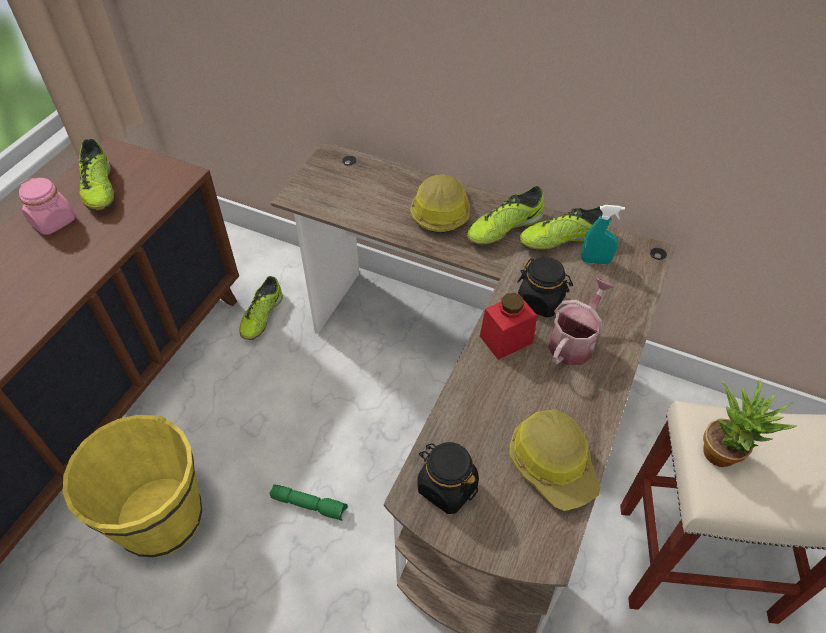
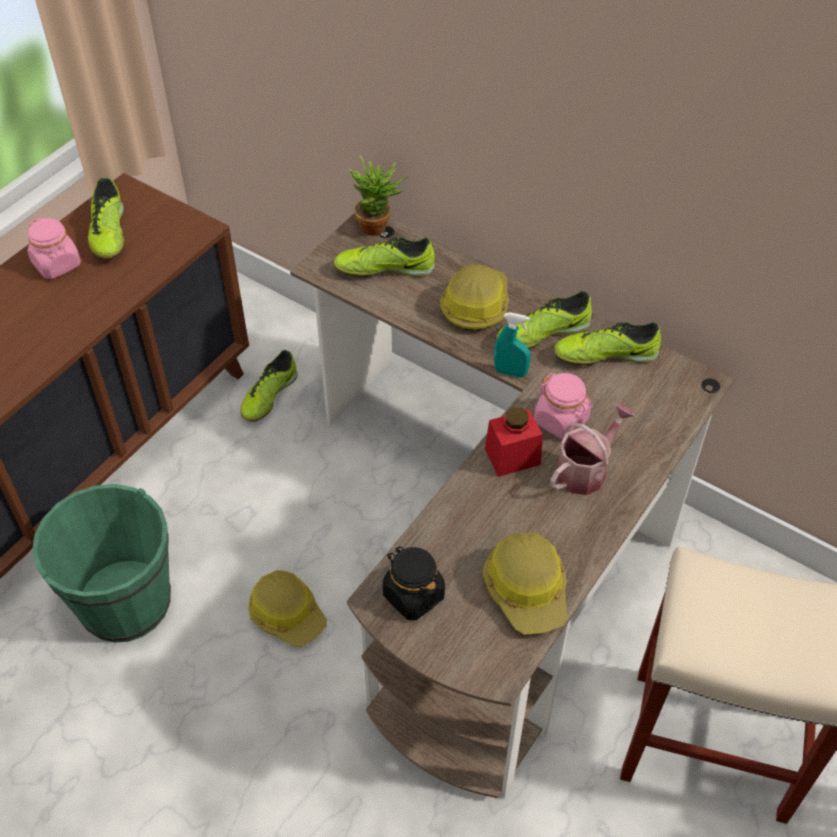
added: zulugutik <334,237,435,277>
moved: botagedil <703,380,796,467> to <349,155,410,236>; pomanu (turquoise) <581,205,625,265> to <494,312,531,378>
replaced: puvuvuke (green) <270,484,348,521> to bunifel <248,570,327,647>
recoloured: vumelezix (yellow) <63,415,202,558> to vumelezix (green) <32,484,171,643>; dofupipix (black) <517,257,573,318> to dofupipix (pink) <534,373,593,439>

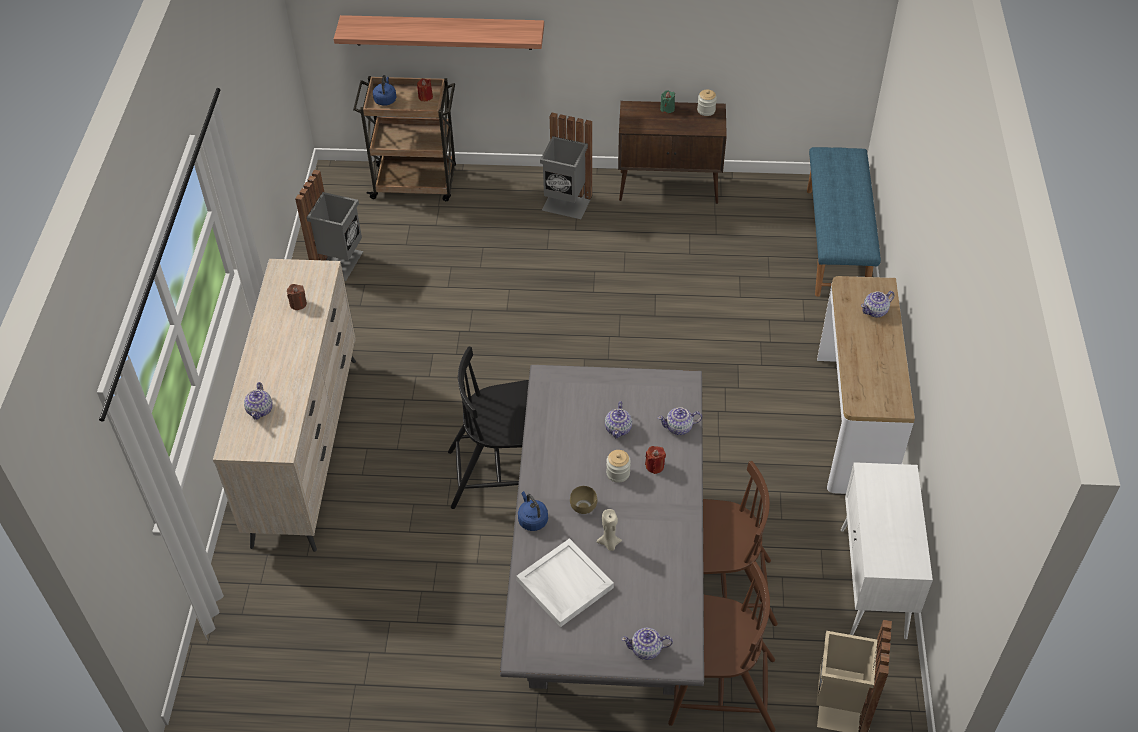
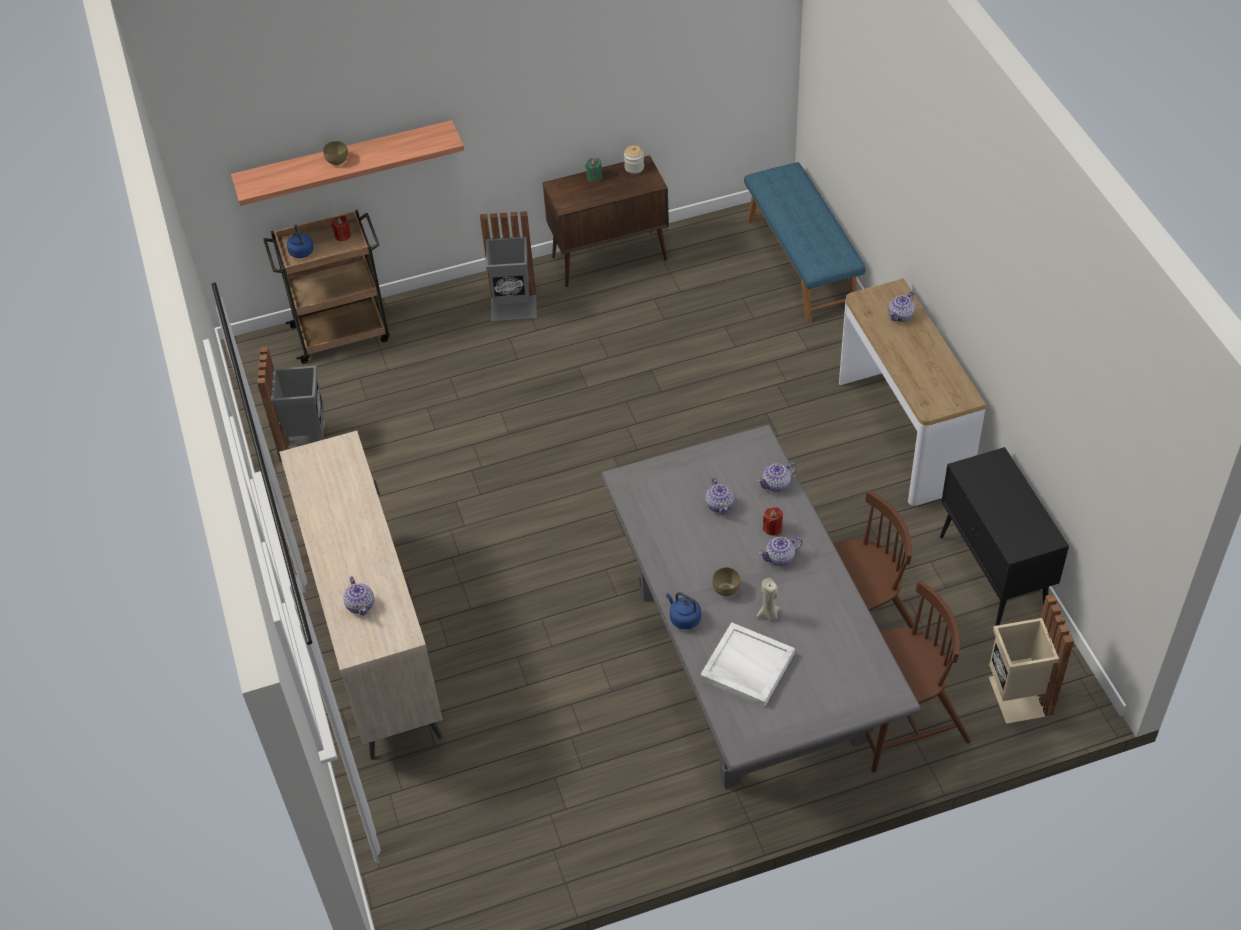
removed: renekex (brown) <287,284,307,310>; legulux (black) <448,346,529,509>; dofupipix <606,450,631,483>
added: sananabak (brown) <323,141,348,165>
moved: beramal <621,628,673,660> to <759,537,802,566>
recoloured: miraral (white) <841,462,933,639> to miraral (black) <940,447,1069,626>

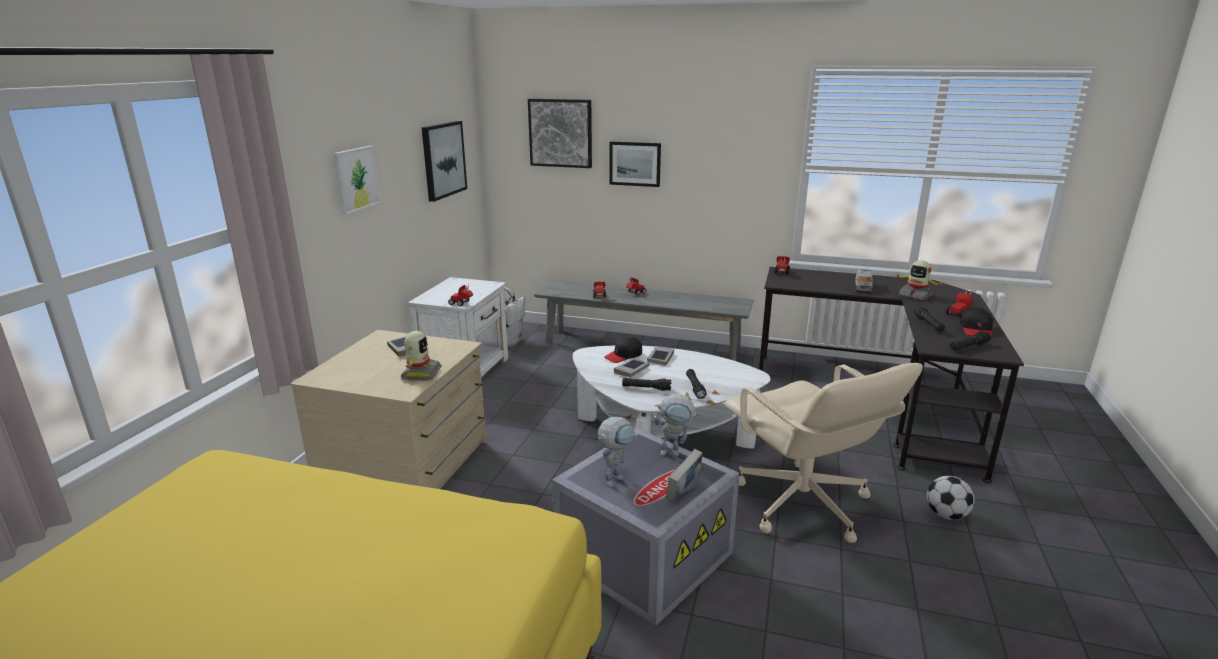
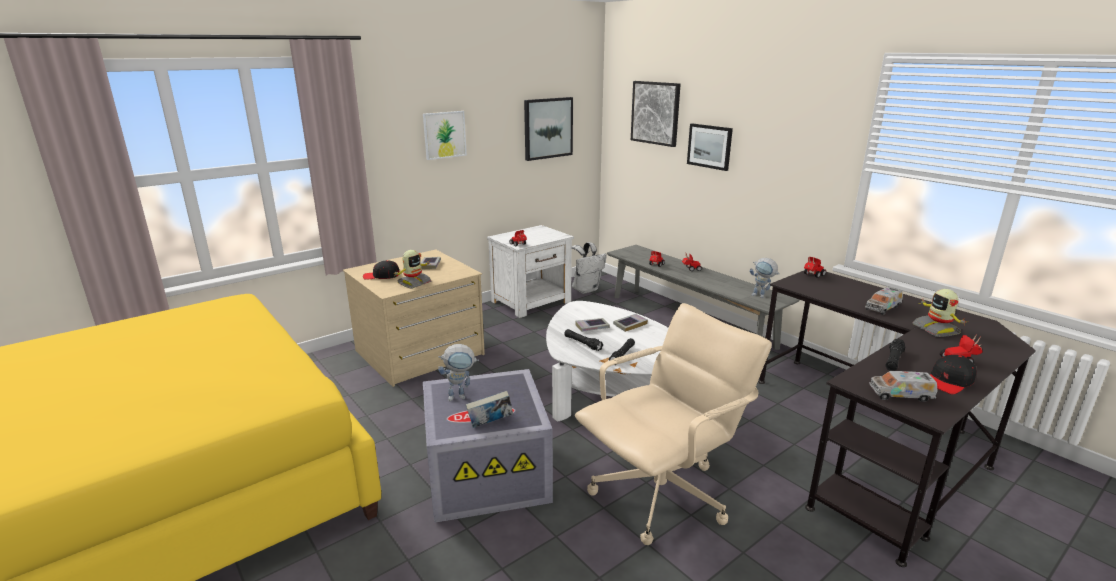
removed: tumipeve <927,476,975,520>
moved: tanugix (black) <604,337,642,363> to <363,260,399,280>; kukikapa <653,394,699,456> to <750,258,780,298>
replaced: puvuvuke (black) <950,331,991,351> to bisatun <870,371,937,402>
turned: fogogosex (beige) <725,363,923,543> = <575,303,772,545> 135 degrees counterclockwise

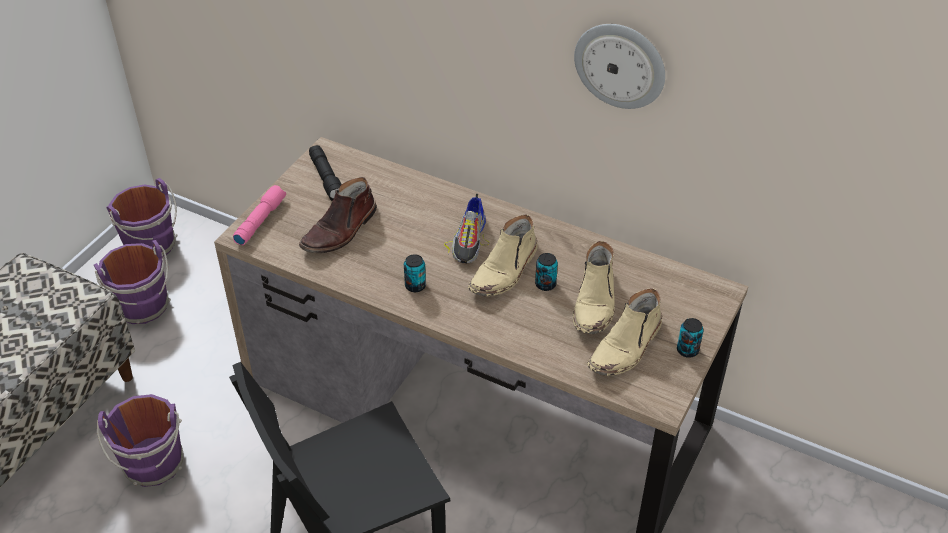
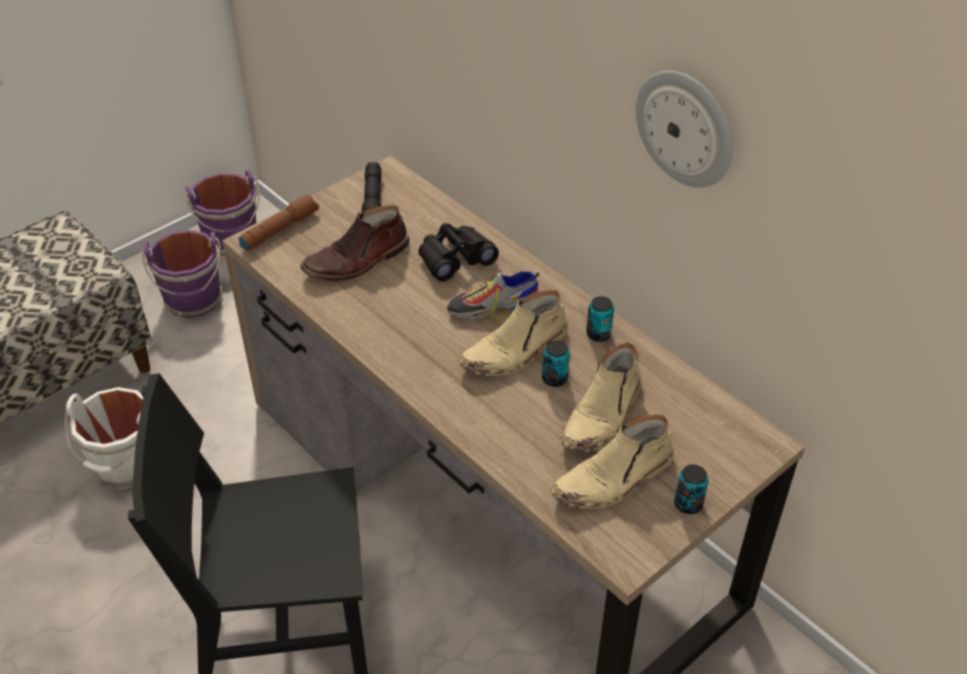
added: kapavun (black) <418,223,499,281>
moved: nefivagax <404,254,426,292> to <586,296,614,342>
recoloured: vumelezix (purple) <97,394,184,487> to vumelezix (white) <65,387,143,489>; puvuvuke (pink) <233,185,286,245> to puvuvuke (brown) <238,195,319,251>
turned: zulugutik <444,194,490,263> = <447,271,540,323> 45 degrees clockwise

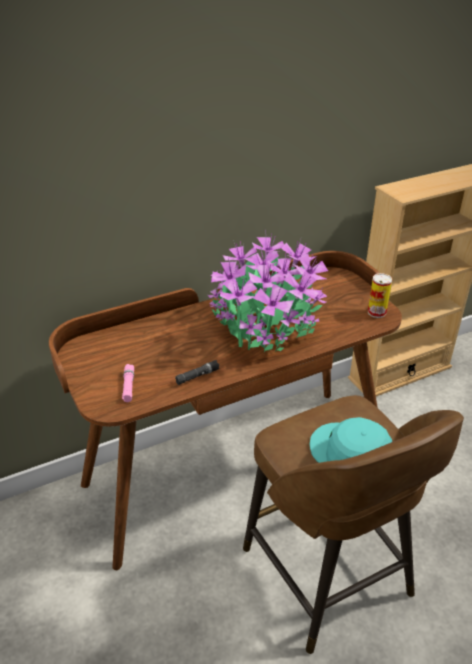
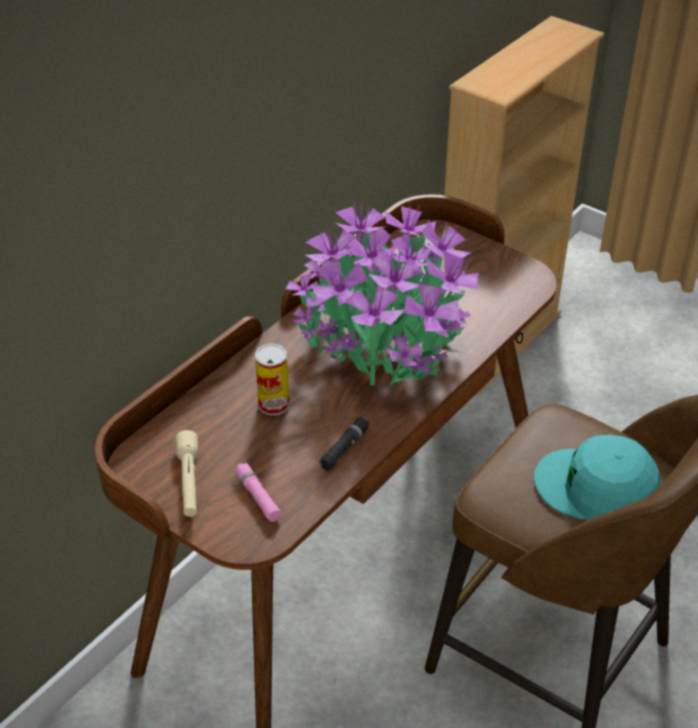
added: puvuvuke (beige) <175,430,198,517>
moved: nefivagax <368,273,392,318> to <255,344,289,416>

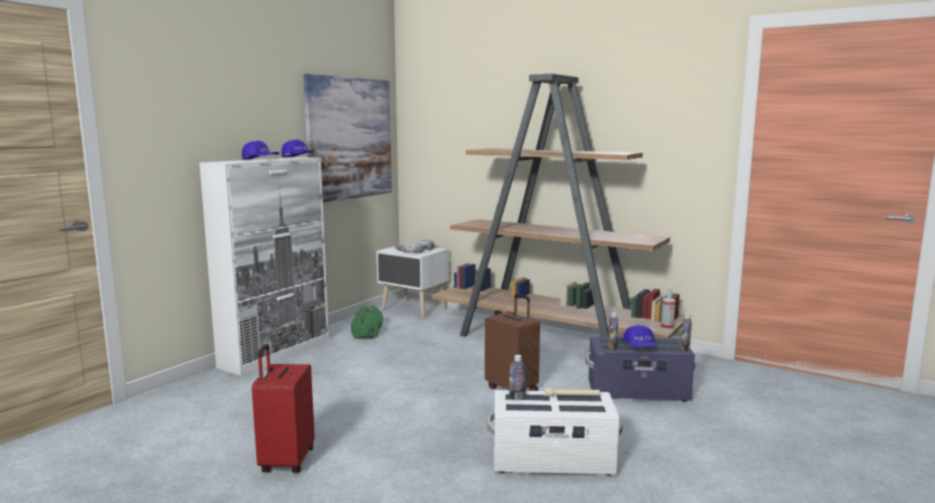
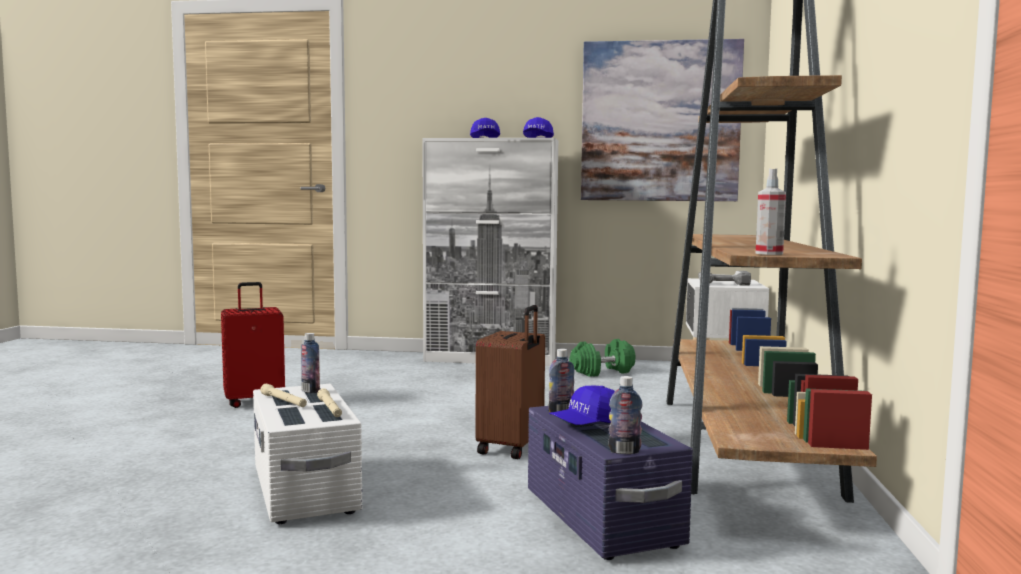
added: puvuvuke (beige) <260,384,307,407>
moved: pomanu <661,288,676,330> to <756,168,786,255>

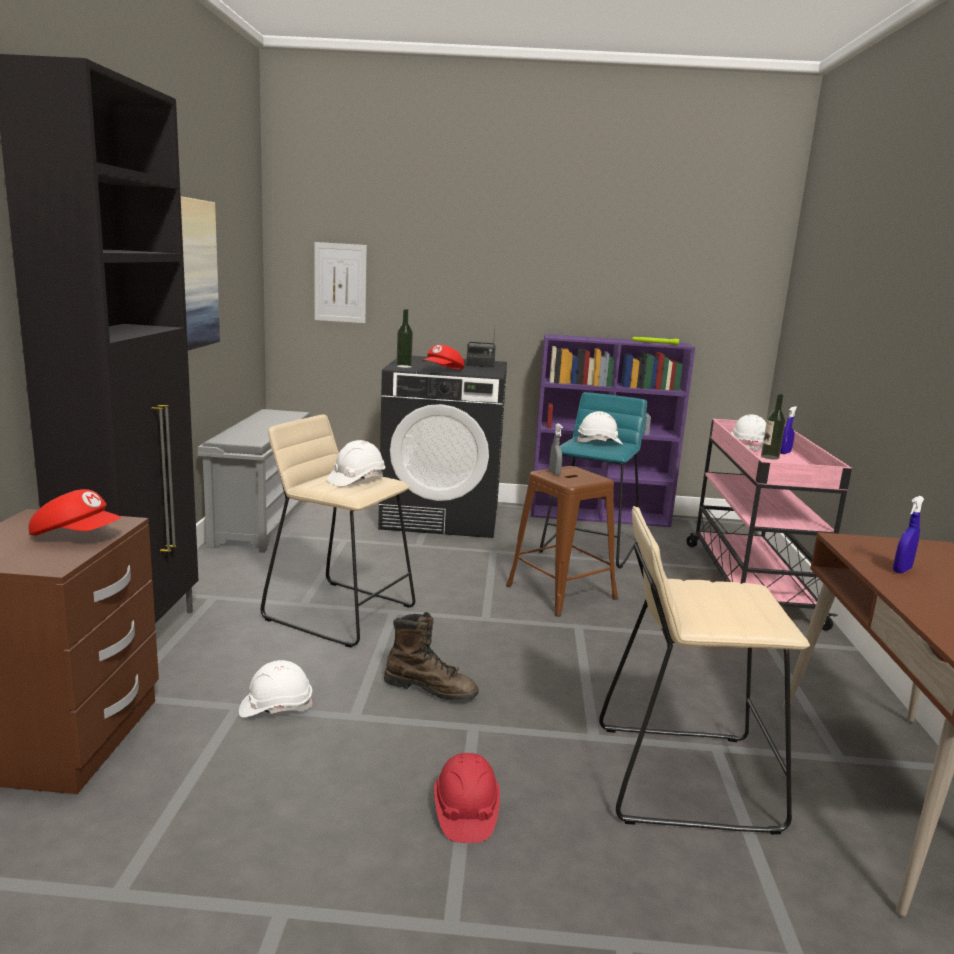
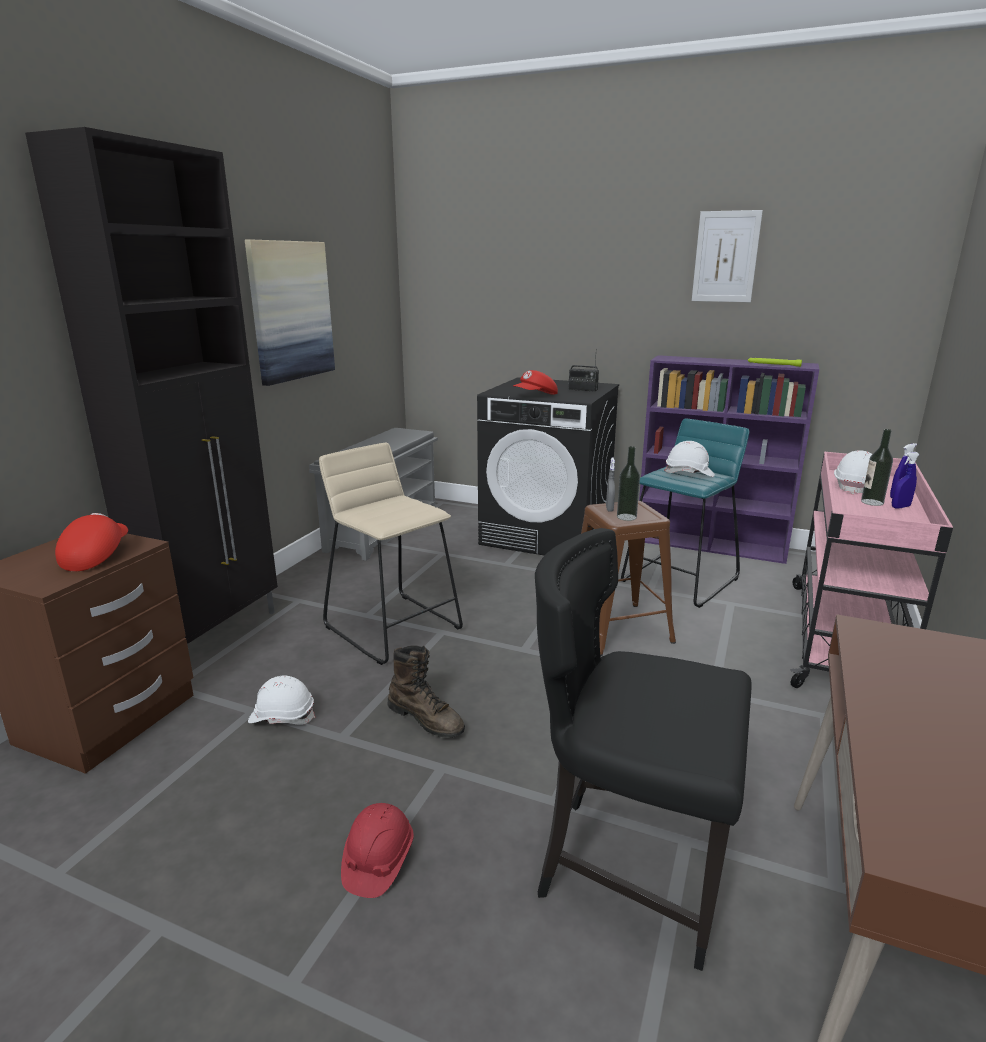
removed: bunifel (white) <327,440,385,487>
moved: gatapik <396,309,413,368> to <617,446,640,521>; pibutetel <314,242,367,323> to <692,210,763,302>; pomanu (blue) <893,496,924,573> to <892,452,920,509>
replaced: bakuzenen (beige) <599,506,810,835> to legulux (black) <535,528,751,971>
turned: tanugix (red) <29,489,122,536> = <55,513,128,571> 120 degrees counterclockwise

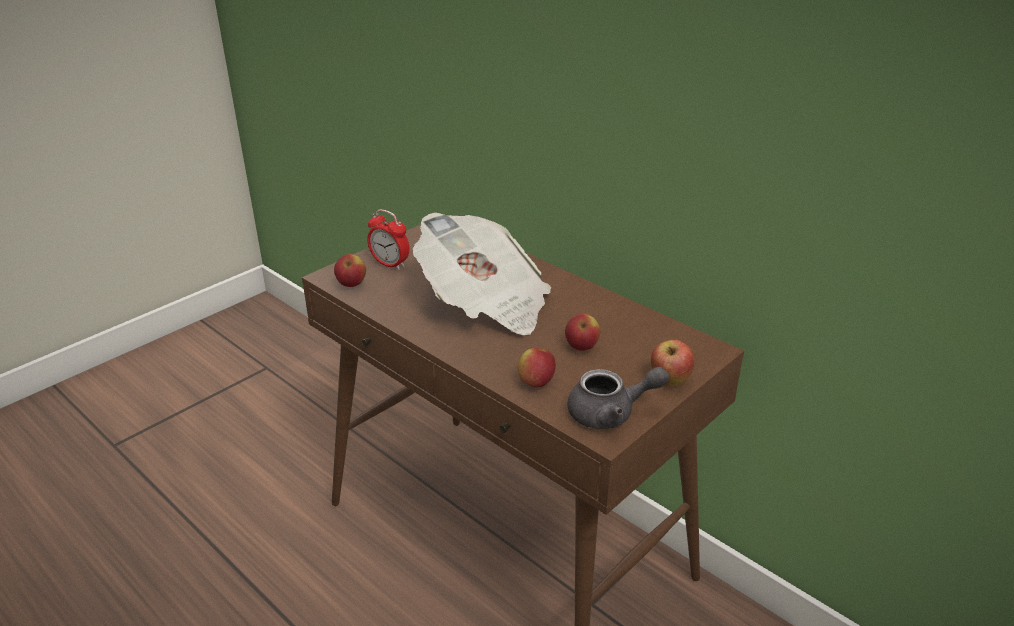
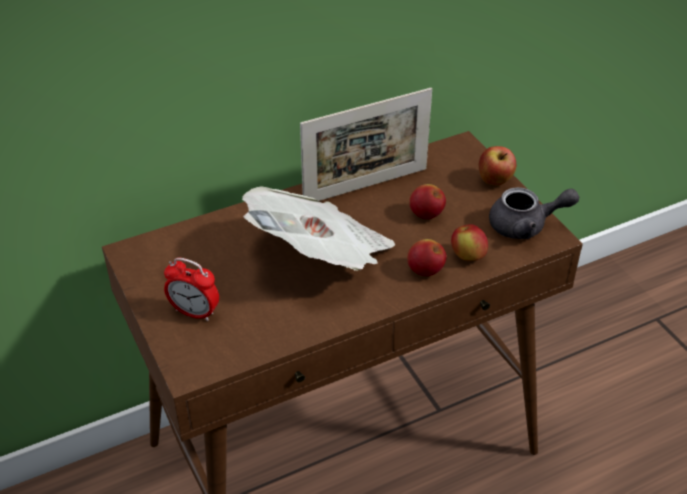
added: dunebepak <300,88,432,201>
moved: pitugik <334,254,366,287> to <407,239,447,276>
turned: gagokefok <367,209,409,270> = <164,258,219,321> 60 degrees clockwise; beramal (grey) <568,367,669,429> = <489,187,579,239> 75 degrees clockwise

